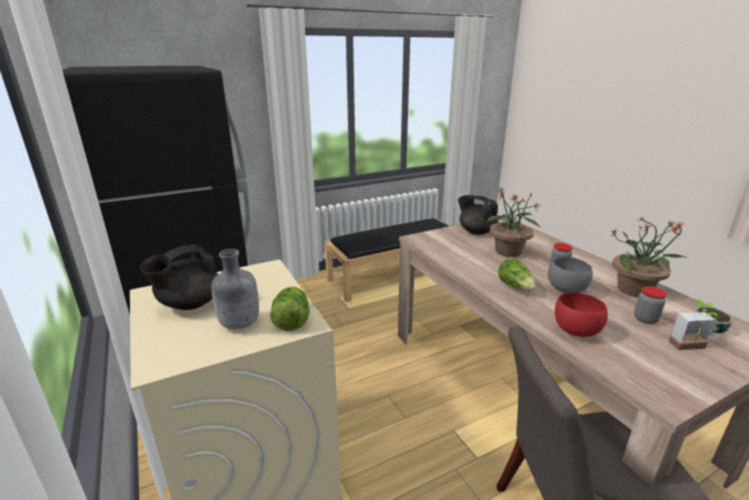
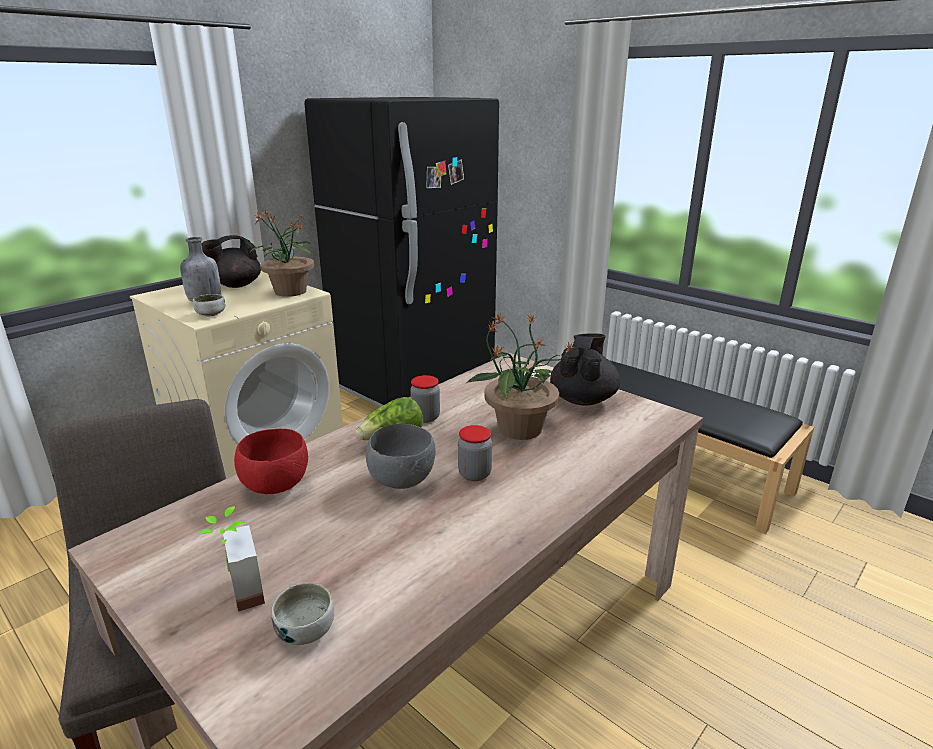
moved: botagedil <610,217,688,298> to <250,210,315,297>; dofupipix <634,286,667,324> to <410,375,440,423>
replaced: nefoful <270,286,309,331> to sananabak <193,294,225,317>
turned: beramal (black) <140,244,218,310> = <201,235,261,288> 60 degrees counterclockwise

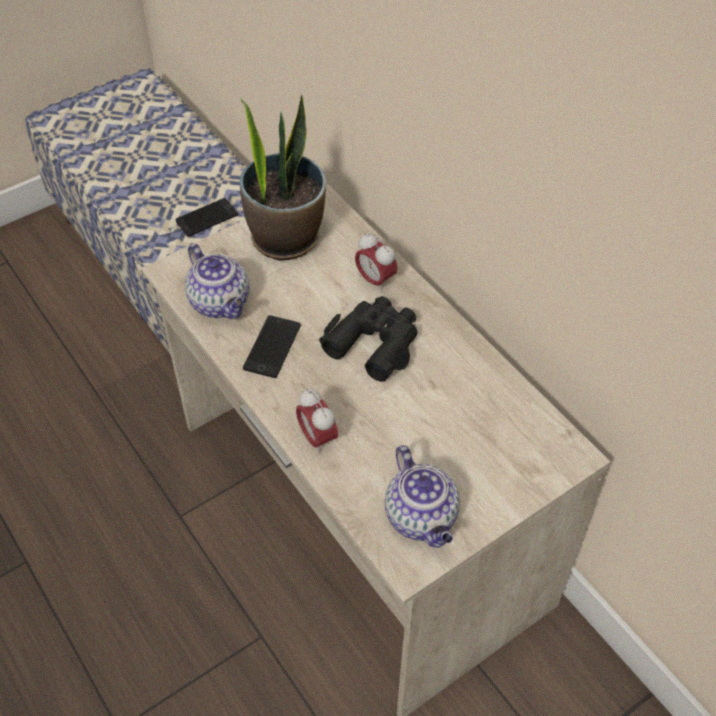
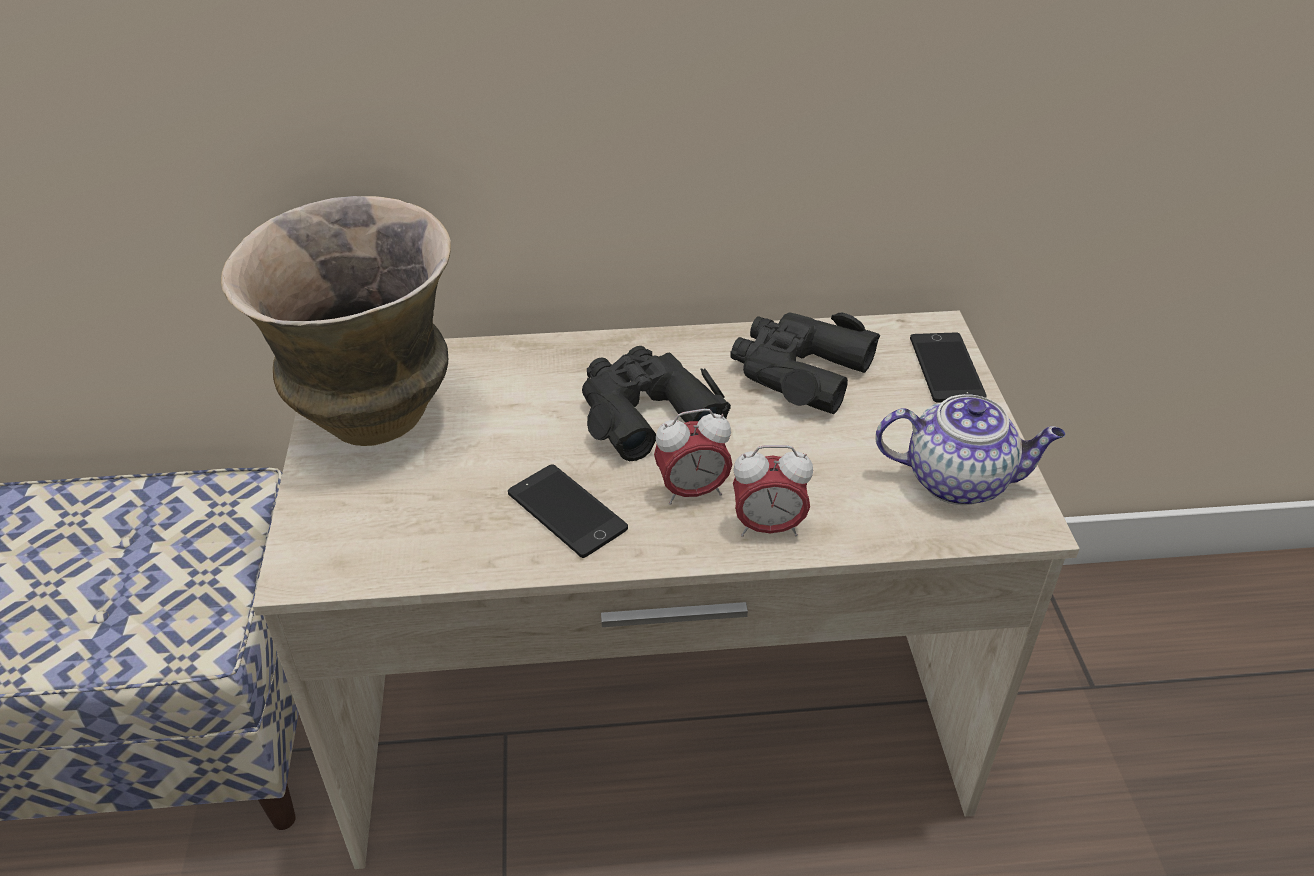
removed: beramal <185,244,249,319>
added: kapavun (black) <730,312,880,414>
moved: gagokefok <355,233,398,292> to <654,409,732,505>; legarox <176,198,238,237> to <910,333,987,402>
replaced: botagedil <240,95,326,260> to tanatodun <221,196,451,446>

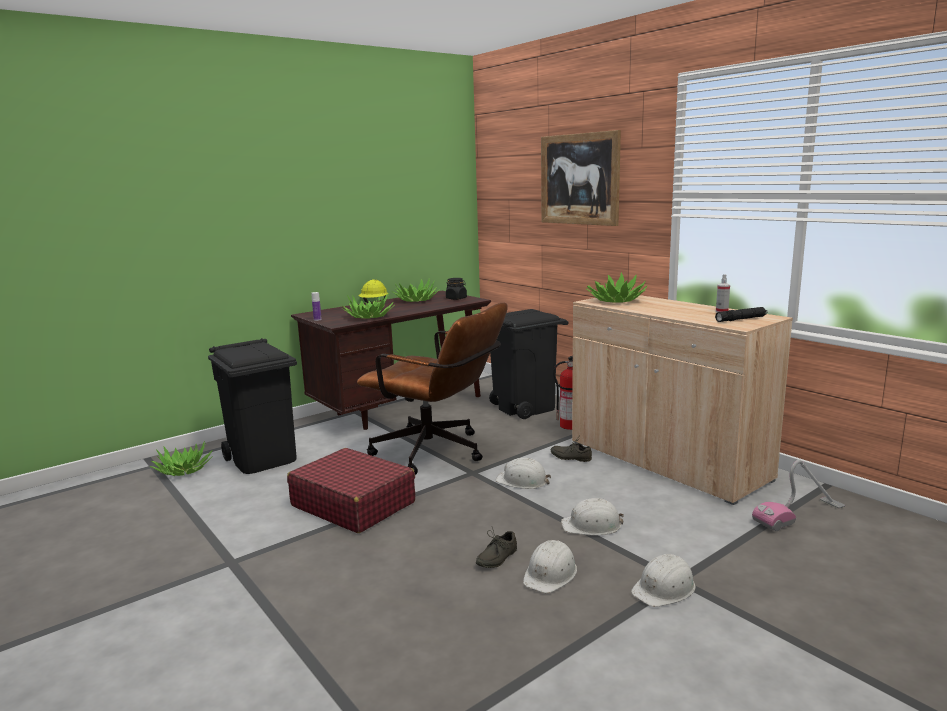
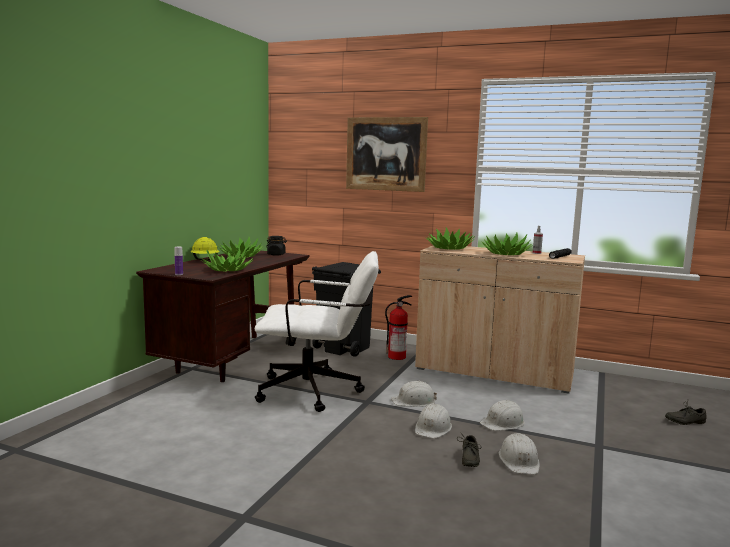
removed: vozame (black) <208,338,297,474>; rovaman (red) <287,448,415,533>; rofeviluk <752,460,845,531>
moved: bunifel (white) <631,554,696,607> to <415,404,452,438>; botagedil <150,441,213,476> to <482,233,533,255>; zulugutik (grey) <551,437,592,462> to <665,402,707,425>
recoloured: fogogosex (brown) <357,303,508,475> to fogogosex (white) <255,251,379,412>

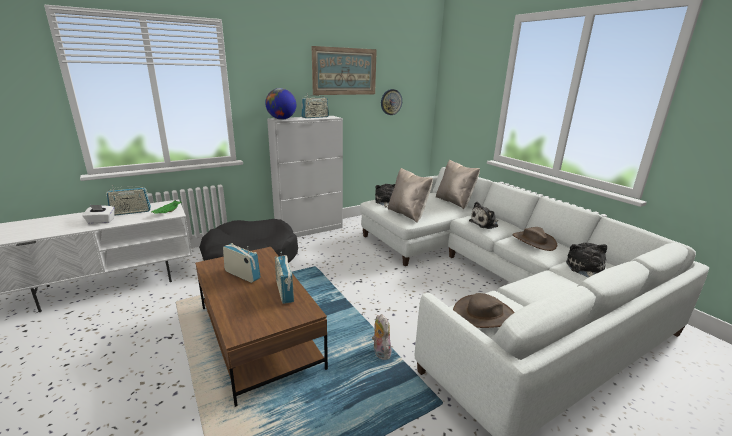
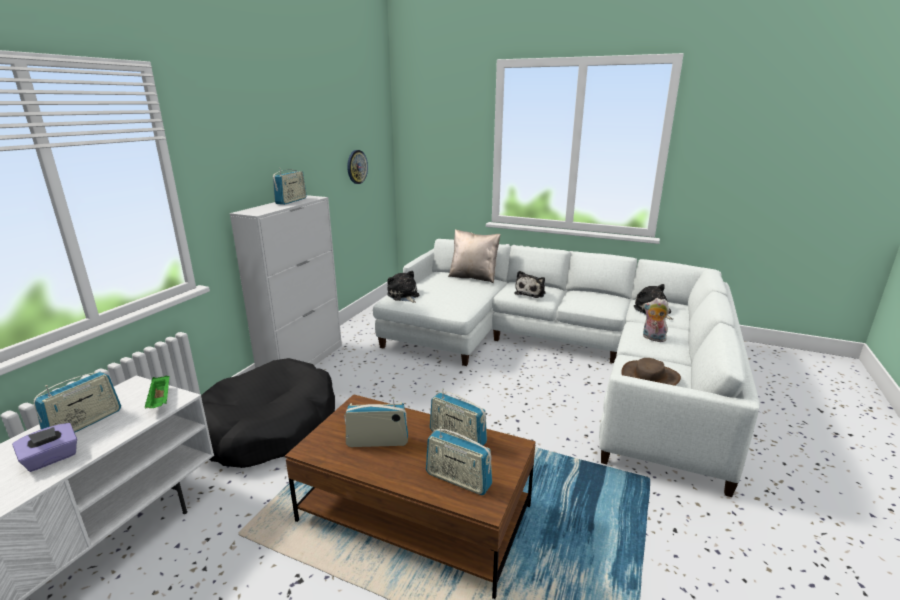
removed: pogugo <265,88,296,120>; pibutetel <311,46,377,95>; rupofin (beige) <388,168,433,223>; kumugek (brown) <513,227,557,251>
added: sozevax <426,426,492,495>
moved: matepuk <372,314,391,360> to <643,298,670,342>
recoloured: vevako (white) <82,205,115,224> to vevako (purple) <12,423,77,472>

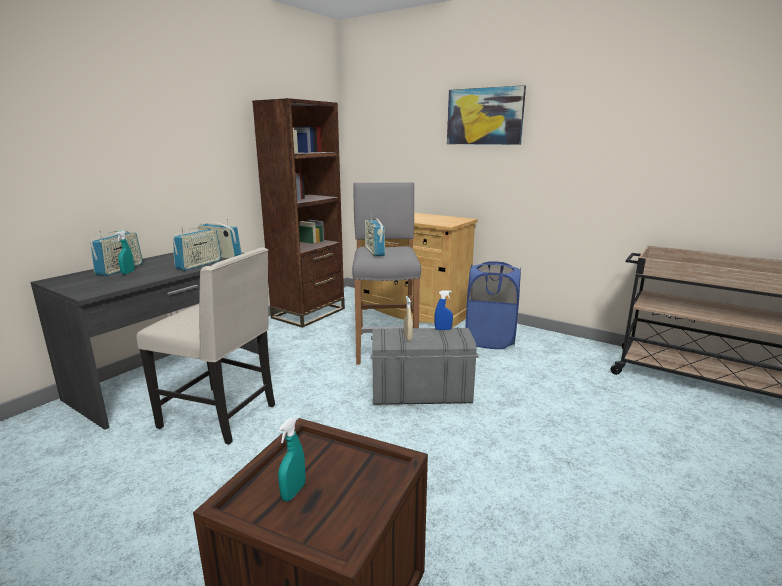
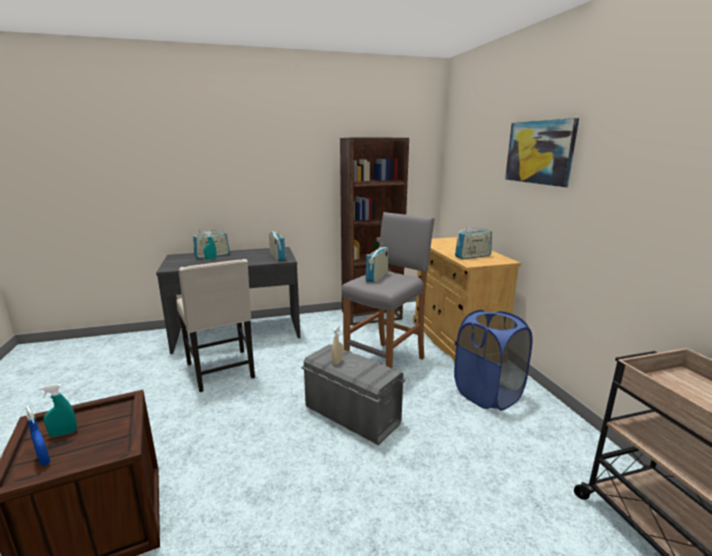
moved: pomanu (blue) <434,290,453,330> to <25,406,50,466>; sozevax <173,227,221,271> to <455,226,492,259>

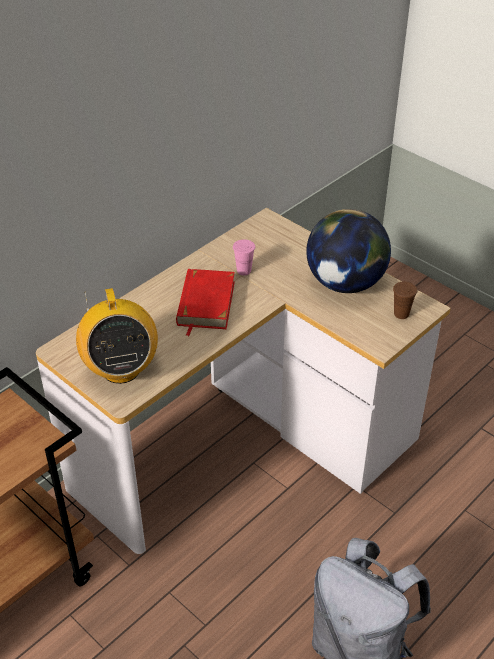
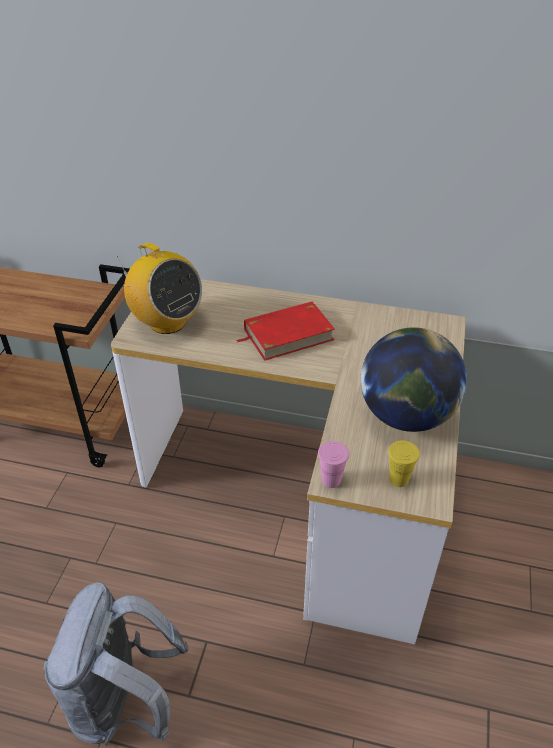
moved: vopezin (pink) <233,239,255,276> to <318,441,349,488>
recoloured: vopezin (brown) <393,282,417,319> to vopezin (yellow) <388,441,420,487>
turned: sozevax <76,288,158,384> = <117,243,202,334> 90 degrees counterclockwise

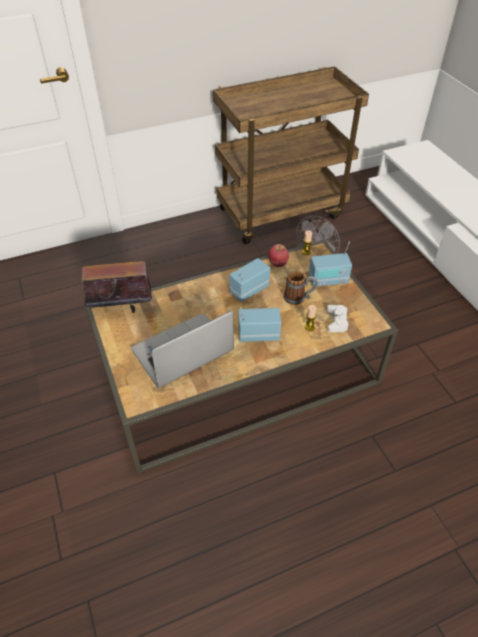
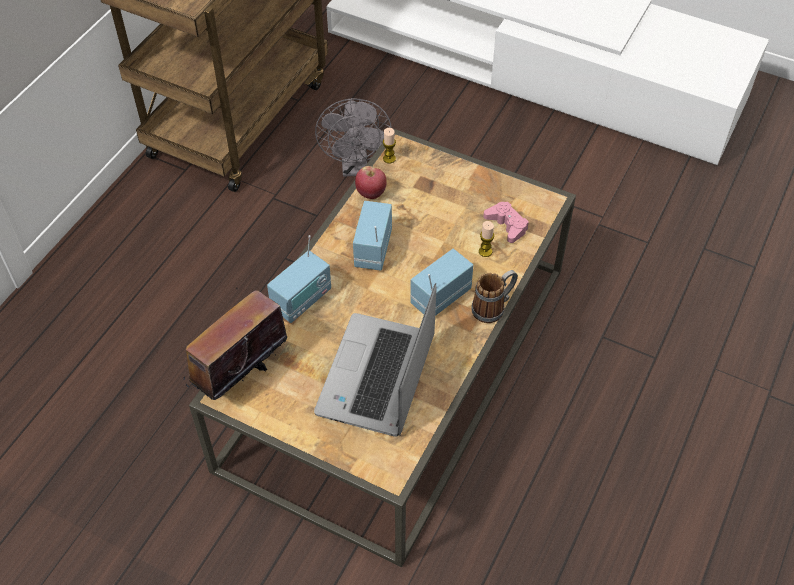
moved: sozevax <309,241,352,287> to <267,235,331,323>; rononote <284,271,317,305> to <471,270,518,323>
recoloured: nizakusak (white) <327,305,349,332> to nizakusak (pink) <483,202,529,243>

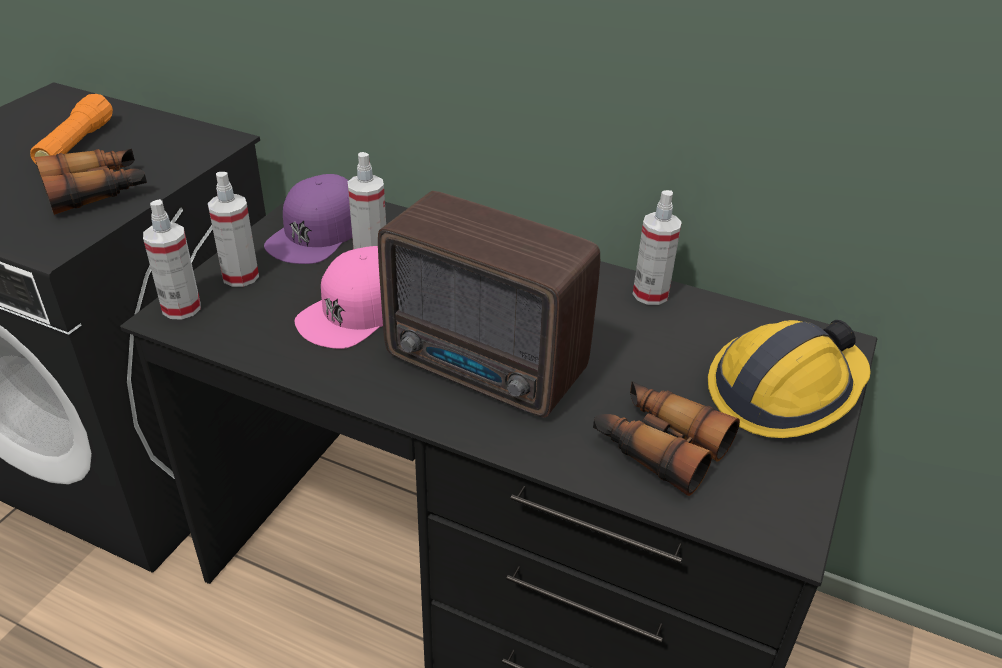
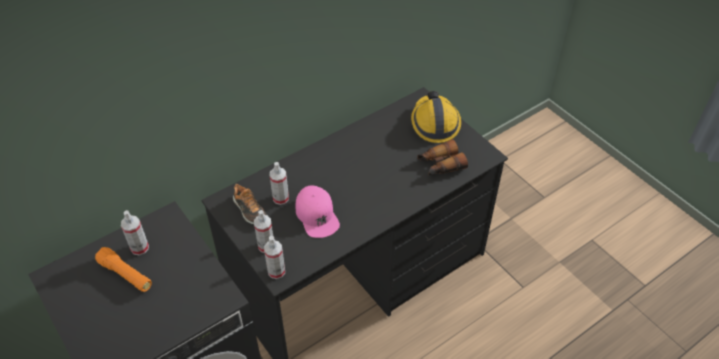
removed: kapavun <34,149,147,215>; sozevax <378,191,600,418>
moved: pomanu <633,190,682,305> to <121,210,149,256>
replaced: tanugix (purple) <264,174,352,264> to zulugutik <233,183,268,224>

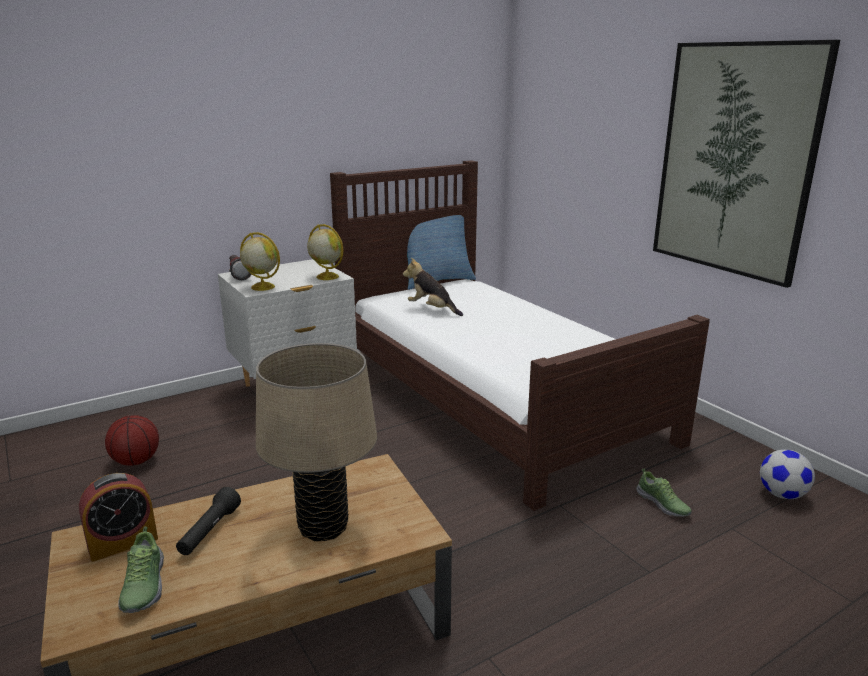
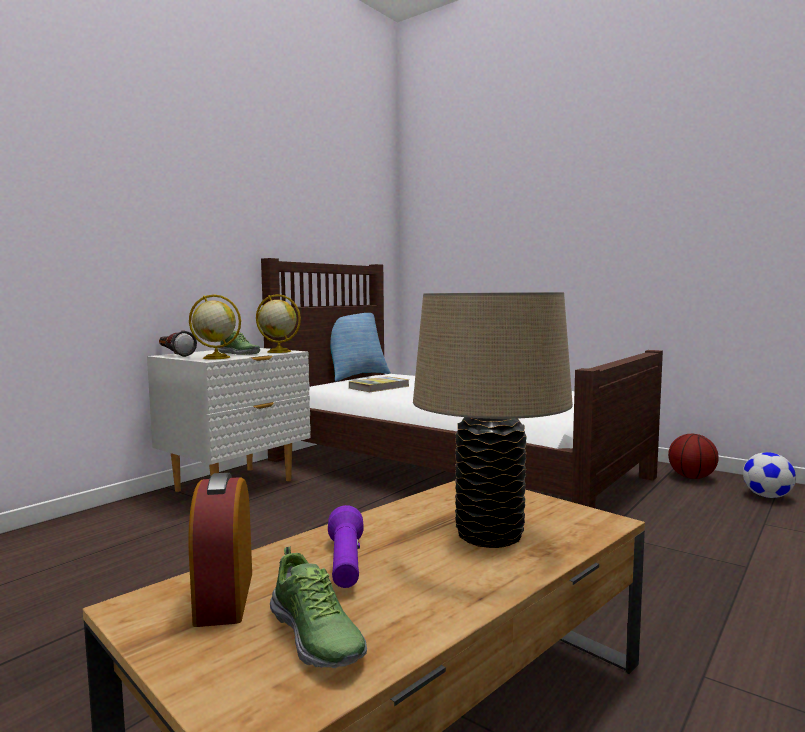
removed: pibutetel <653,40,840,288>
moved: zulugutik <636,468,692,517> to <218,331,260,355>; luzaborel <105,415,159,466> to <668,434,719,479>
replaced: matepuk <403,258,463,316> to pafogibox <349,376,410,392>
recoloured: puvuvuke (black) <176,487,241,555> to puvuvuke (purple) <328,505,364,588>
turned: gagokefok <79,473,158,562> = <188,473,252,627> 135 degrees clockwise

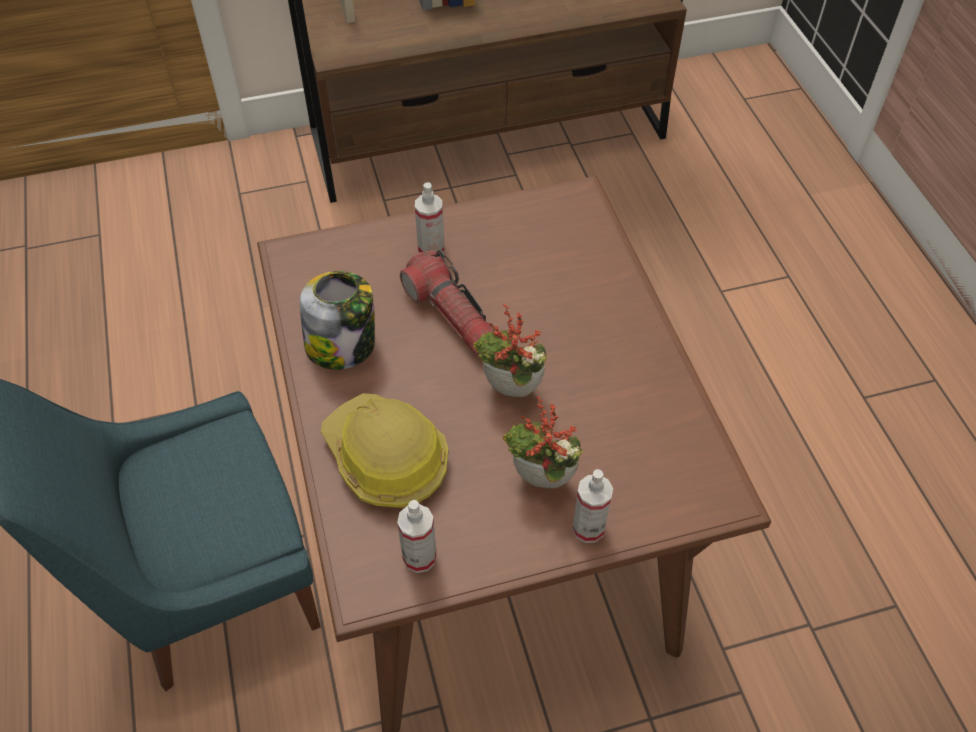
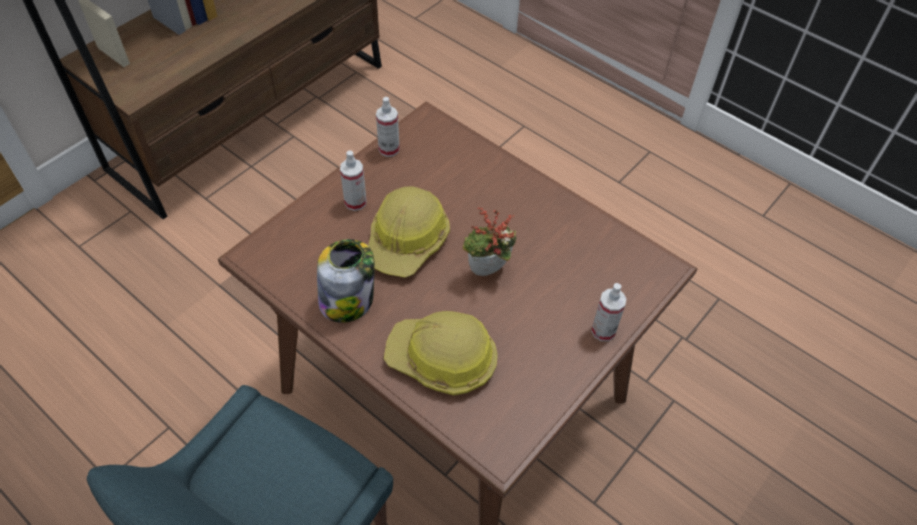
removed: botagedil <503,396,583,489>
moved: pomanu <397,500,437,573> to <376,97,400,157>
replaced: puvuvuke <400,249,494,358> to bunifel <368,186,450,278>

